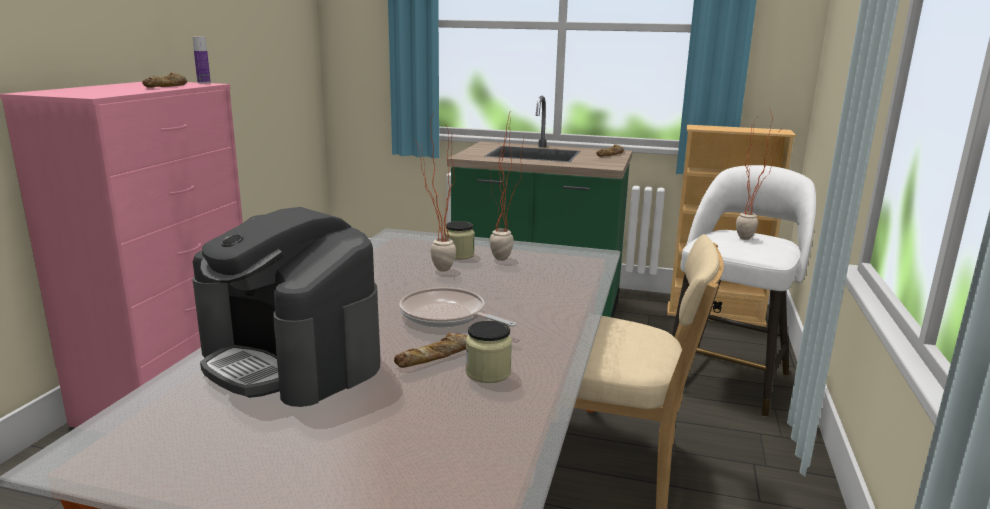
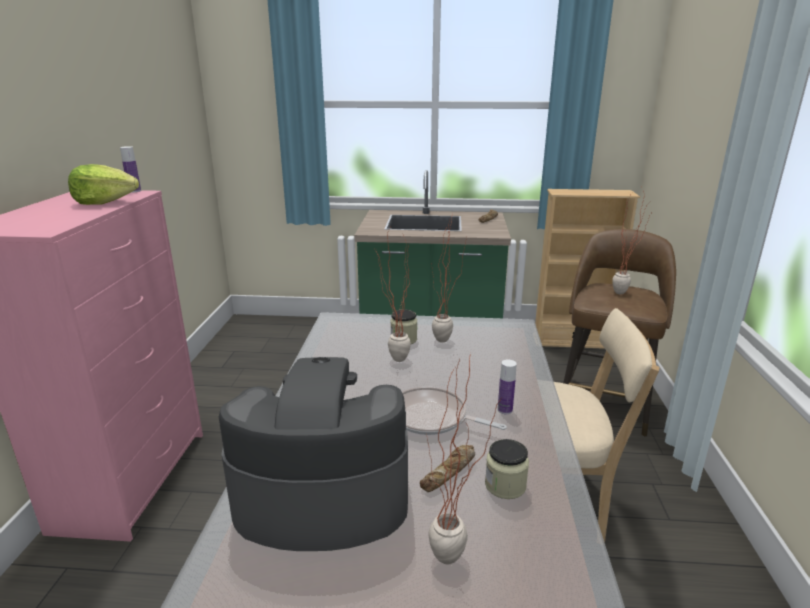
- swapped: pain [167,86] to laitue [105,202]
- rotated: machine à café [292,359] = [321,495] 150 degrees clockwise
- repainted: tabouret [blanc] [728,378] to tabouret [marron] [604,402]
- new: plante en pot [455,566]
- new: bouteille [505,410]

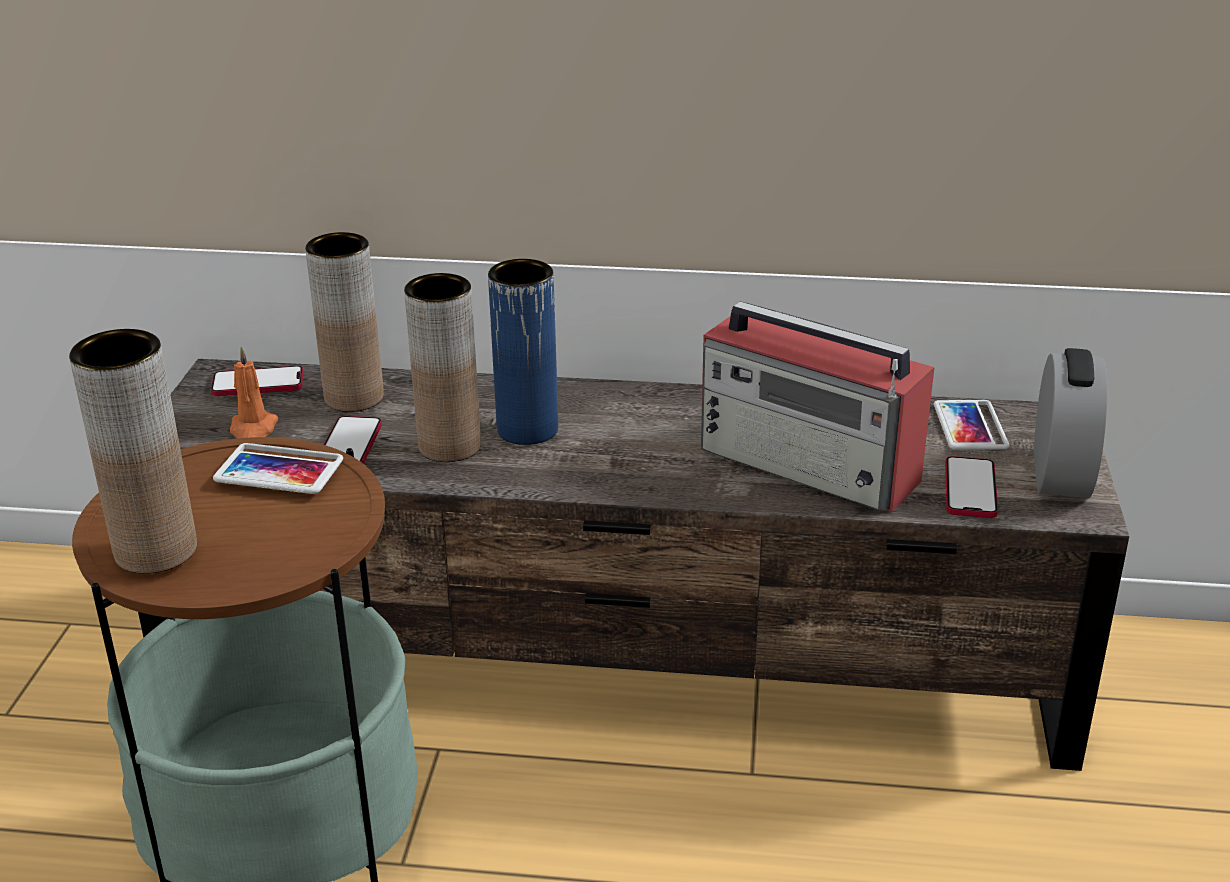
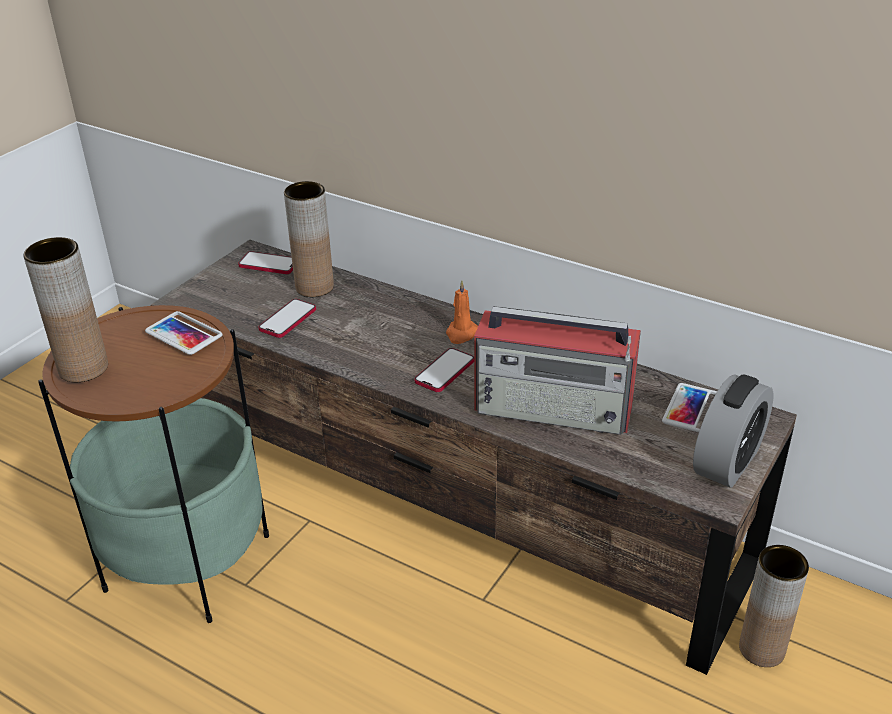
- shifted: bougie [orange] [253,429] to [461,334]
- shifted: vase [marron] [449,446] to [761,649]
- gone: vase [bleu] [527,430]
- rotated: radio [810,465] = [555,408] 45 degrees counterclockwise
- shifted: téléphone [970,490] to [445,371]

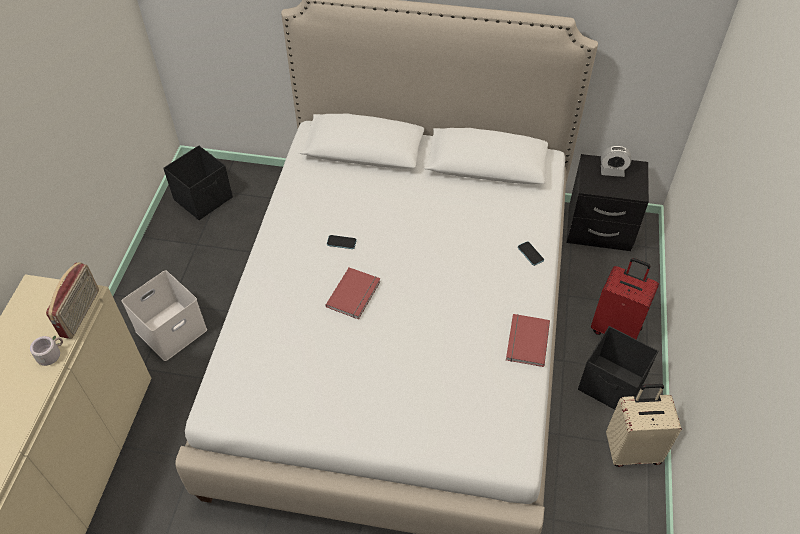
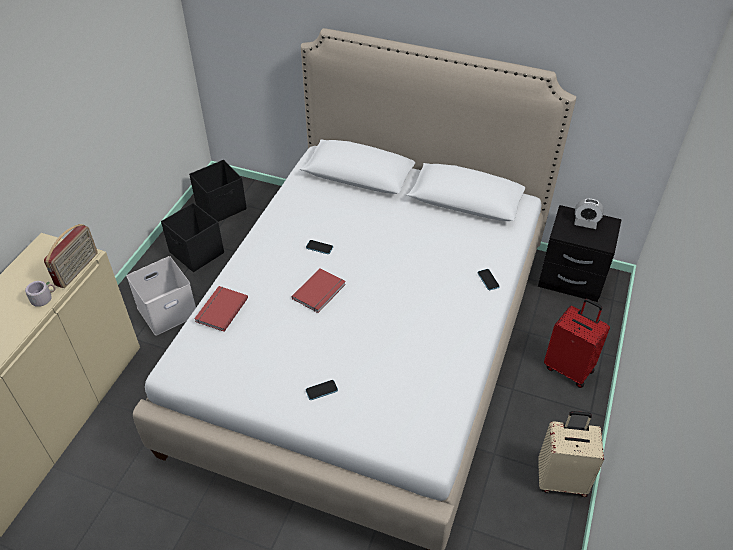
- shifted: livre [rouge] [525,341] to [220,309]
- shifted: boîte de rangement [noir] [612,385] to [197,253]
- new: téléphone [321,390]

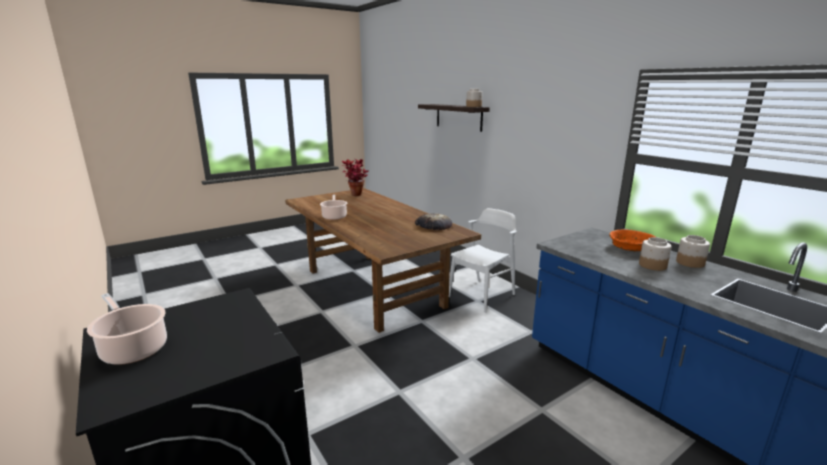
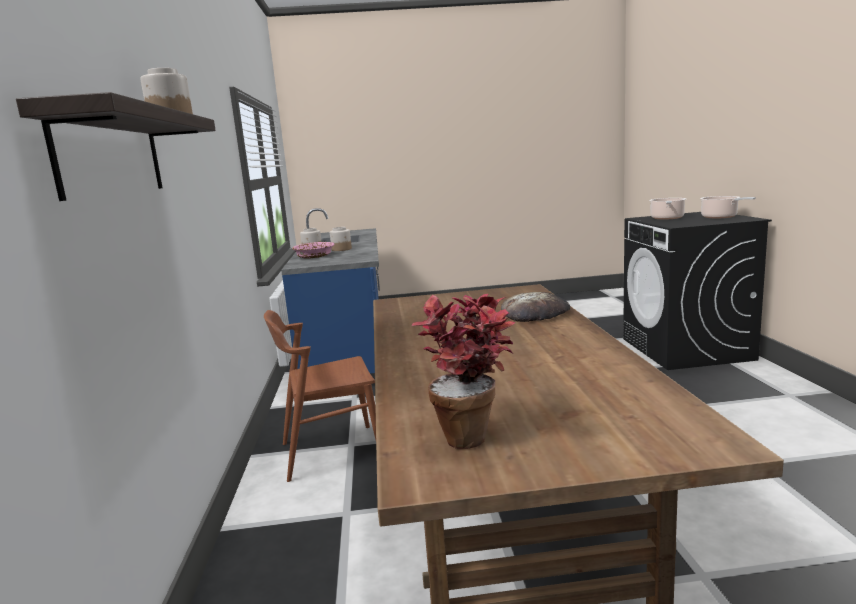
- shifted: marmite [334,216] to [667,218]
- shifted: pain [433,225] to [535,313]
- repainted: chaise [blanc] [481,295] to chaise [marron] [331,452]
- repainted: bol [orange] [631,247] to bol [rose] [314,256]

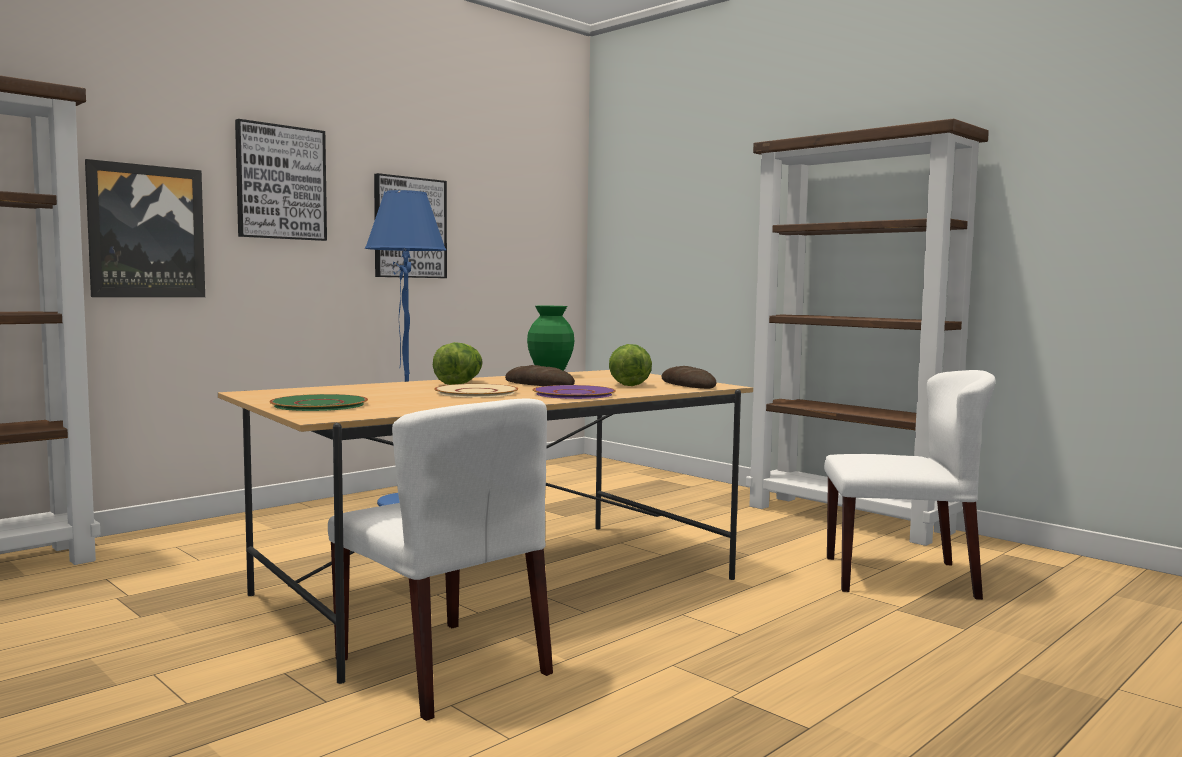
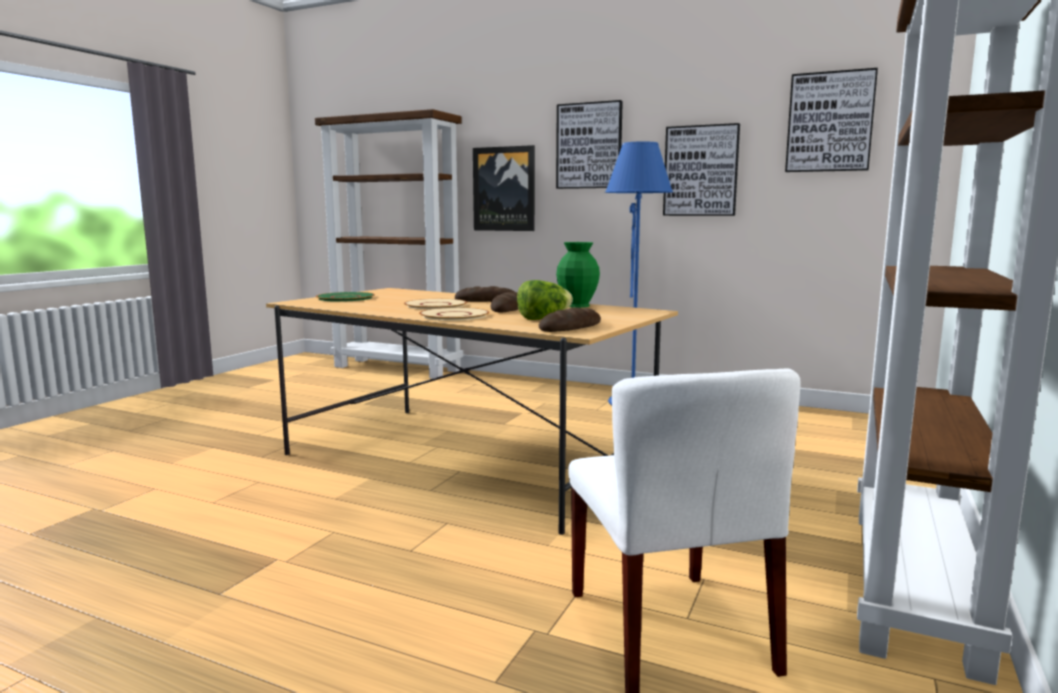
- gone: chaise [blanc] [444,667]
- swapped: laitue [460,383] to pain [486,300]
- repainted: assiette [violet] [574,394] to assiette [beige] [455,315]
- new: tableau [830,122]

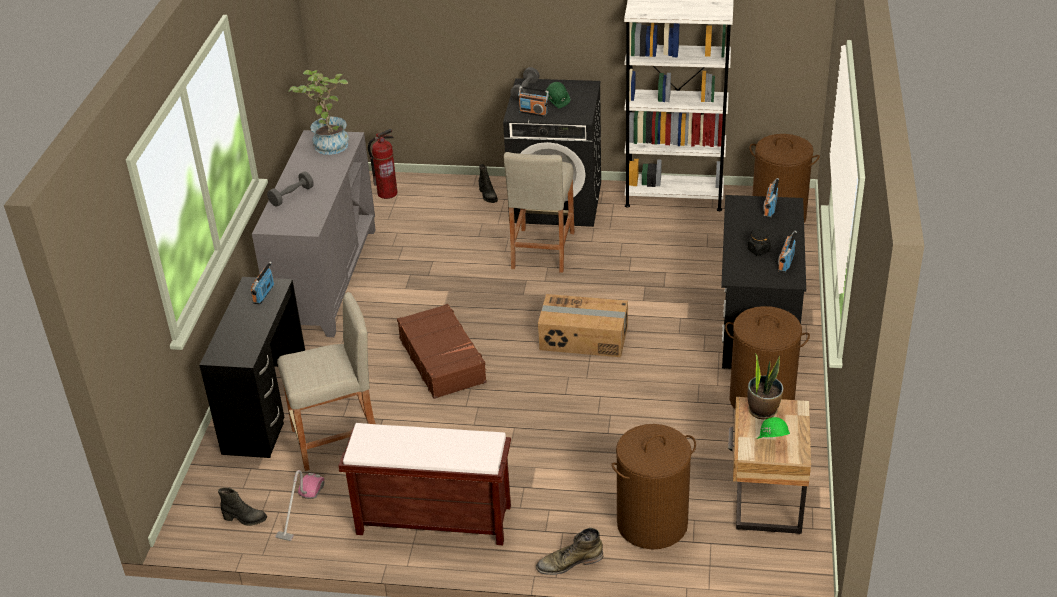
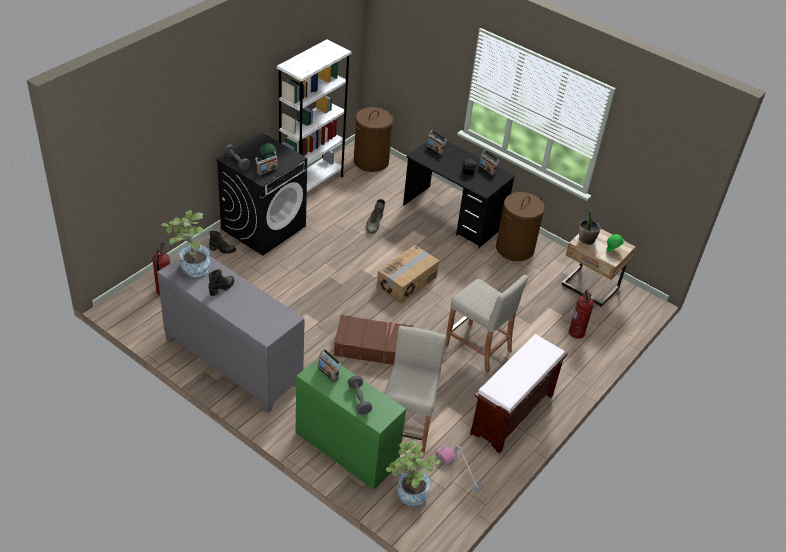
- repainted: bureau [noir] [265,409] to bureau [vert] [346,448]
- shifted: botte [noir] [245,519] to [222,288]
- shifted: haltère [gris] [291,196] to [359,399]
- shifted: tabouret [beige] [542,250] to [478,348]
- shifted: botte [vert] [569,562] to [374,224]
- swapped: panier à linge [marron] [652,524] to extincteur [576,333]
- new: plante en pot [408,495]

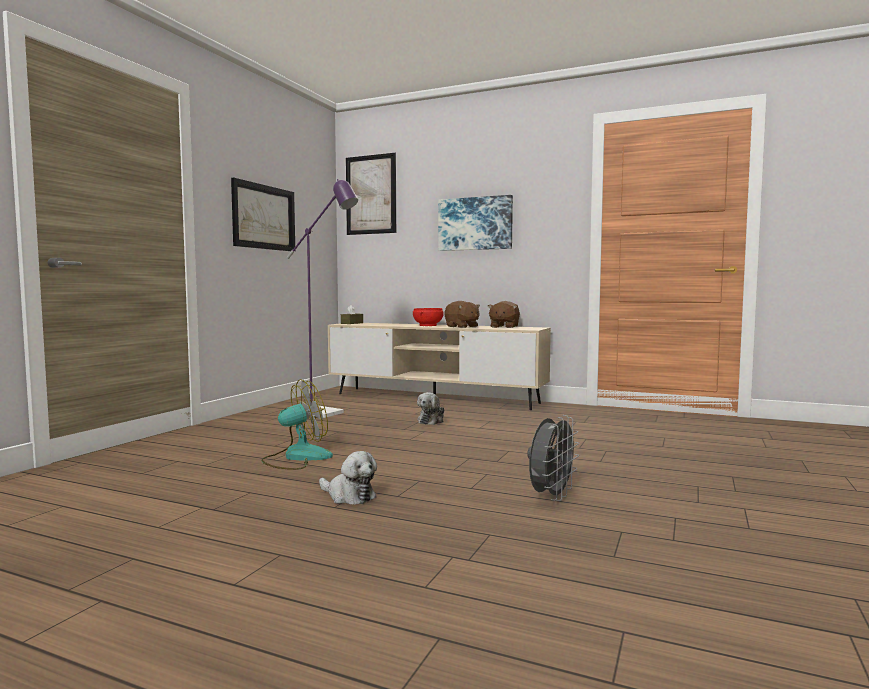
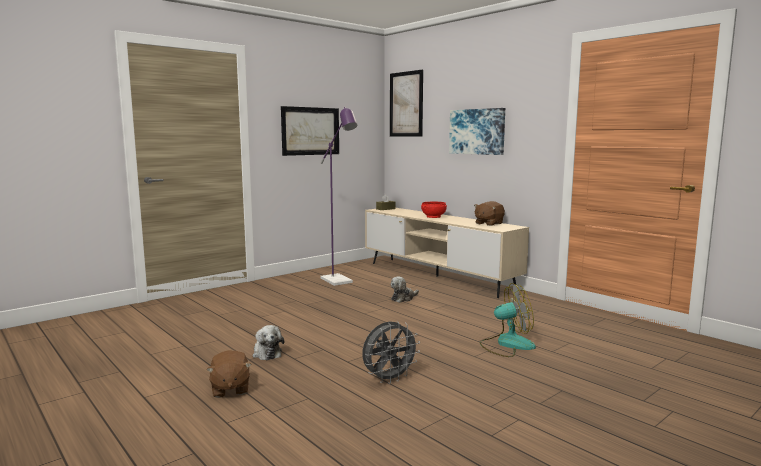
- shifted: ventilateur [297,457] to [506,344]
- shifted: peluche [marron] [462,327] to [230,389]

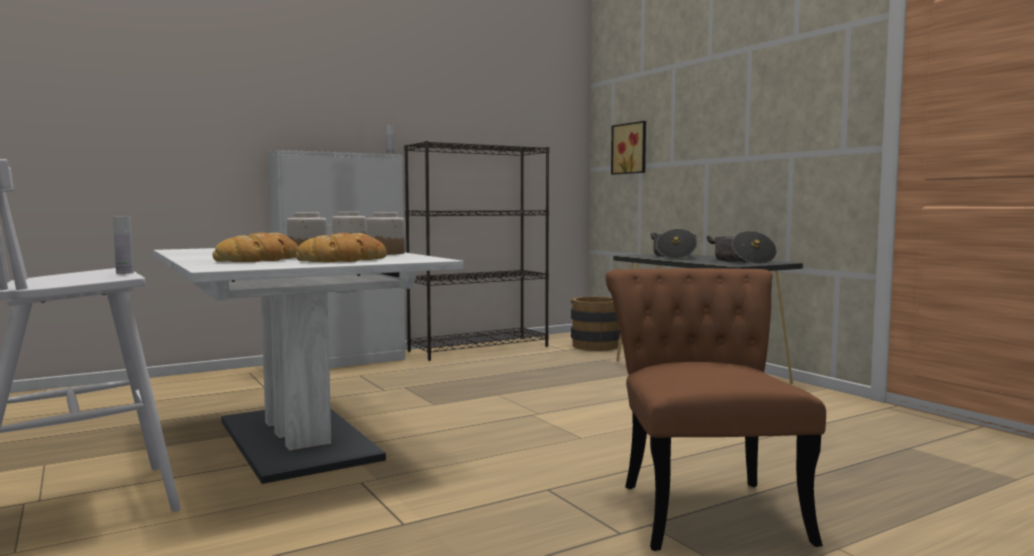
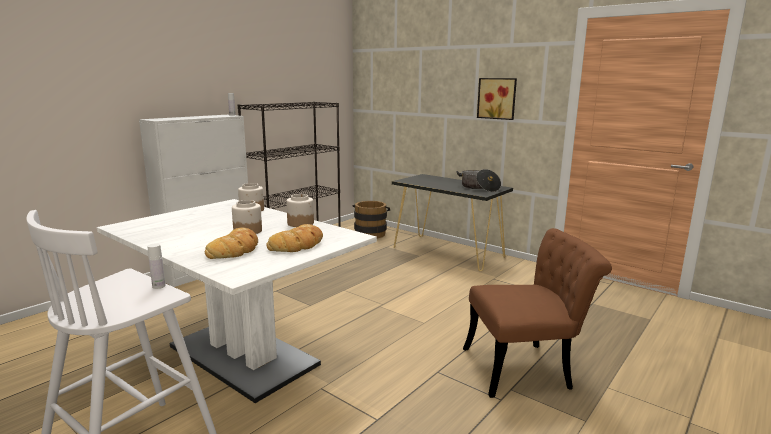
- rotated: chaise [marron] [704,505] = [527,368] 105 degrees clockwise
- shifted: tableau [630,148] to [497,98]
- gone: marmite [673,256]

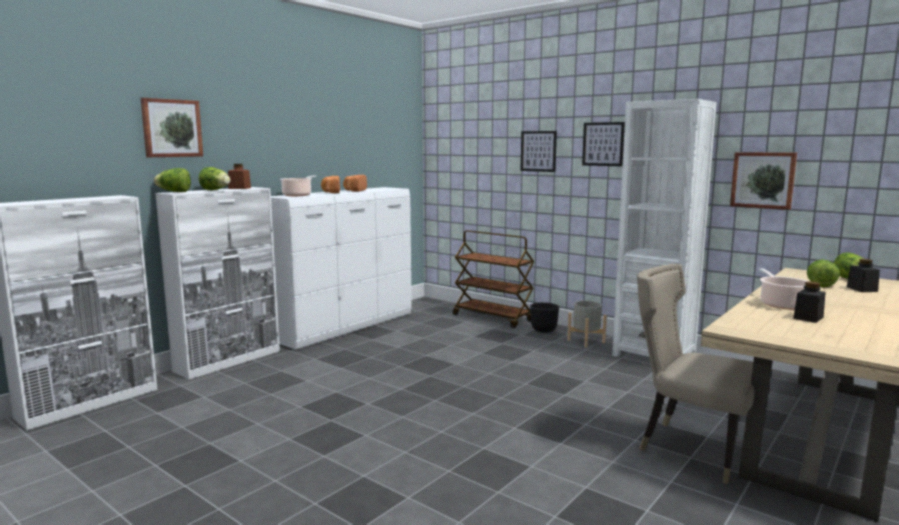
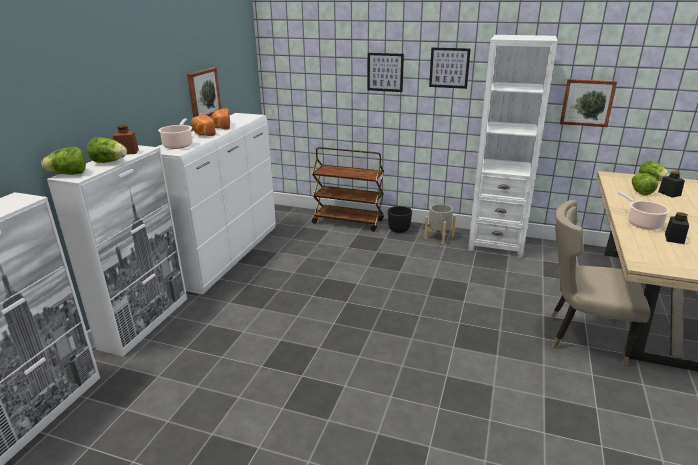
- shifted: tableau [171,128] to [203,93]

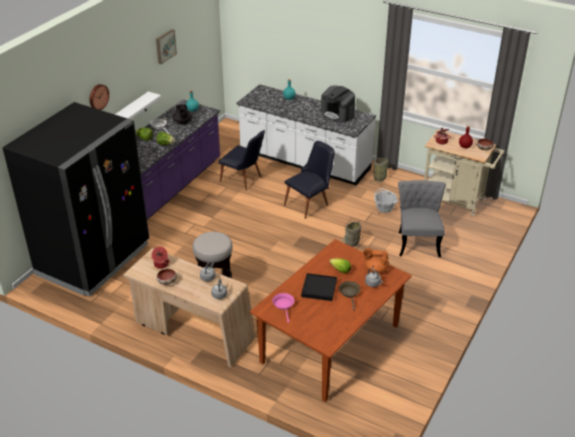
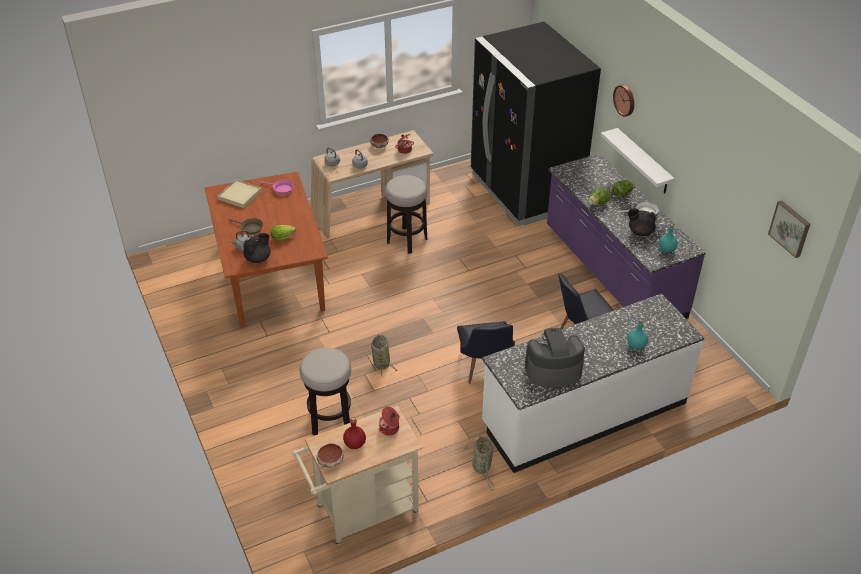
- shifted: tableau [165,46] to [790,228]
- gone: plateau [noir] [319,288]
- repainted: théière [orange] [375,269] to théière [noir] [258,258]
- gone: panier [384,208]
- swapped: chaise [gris] [417,241] to tabouret [330,420]
- new: plateau [beige] [240,195]

